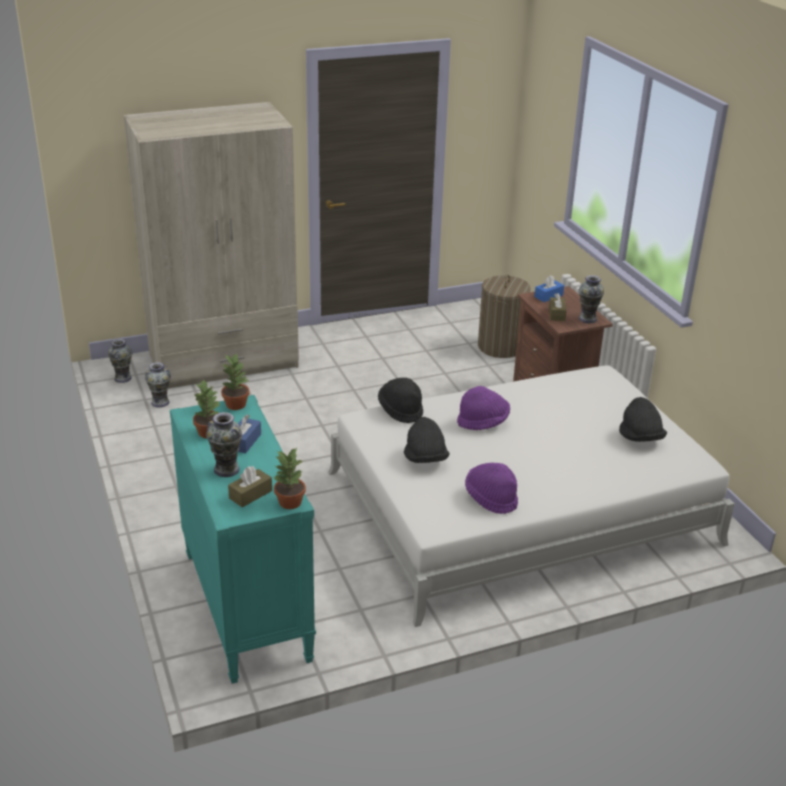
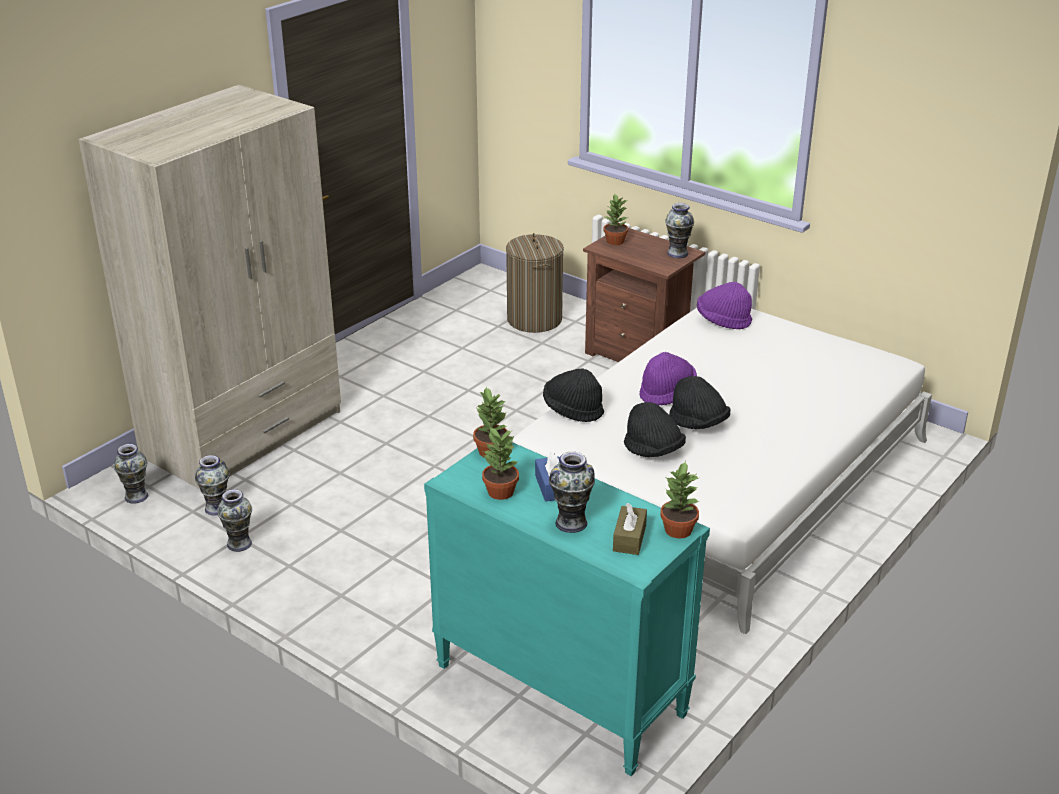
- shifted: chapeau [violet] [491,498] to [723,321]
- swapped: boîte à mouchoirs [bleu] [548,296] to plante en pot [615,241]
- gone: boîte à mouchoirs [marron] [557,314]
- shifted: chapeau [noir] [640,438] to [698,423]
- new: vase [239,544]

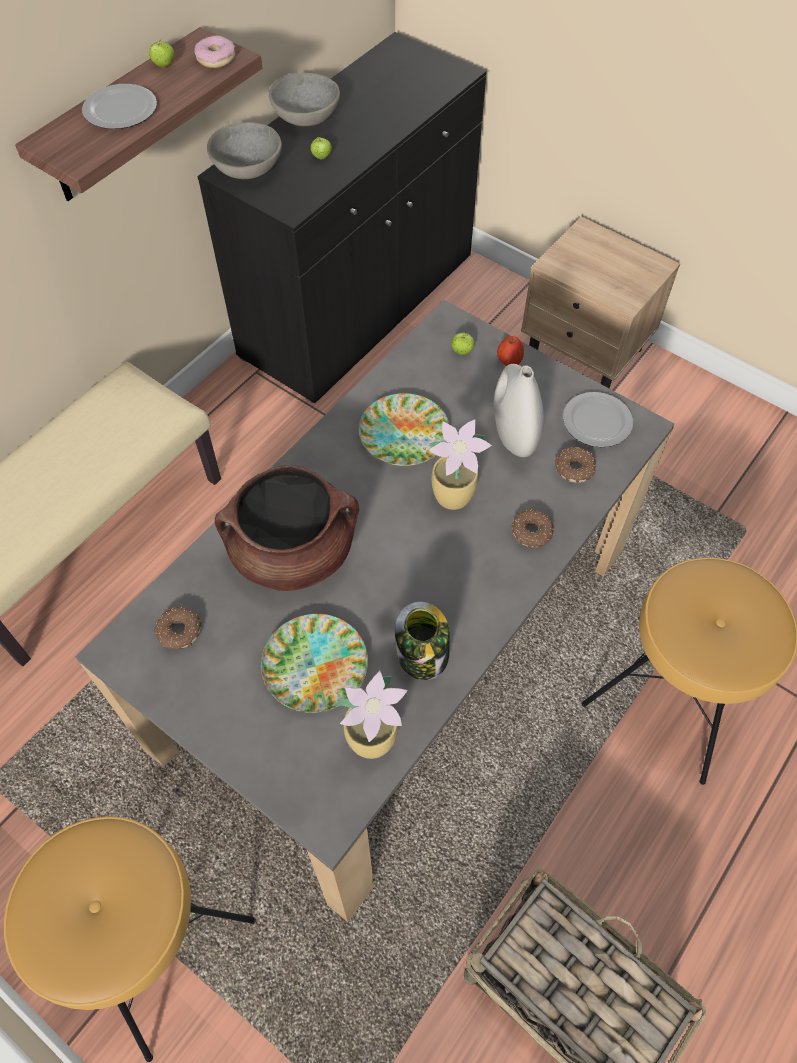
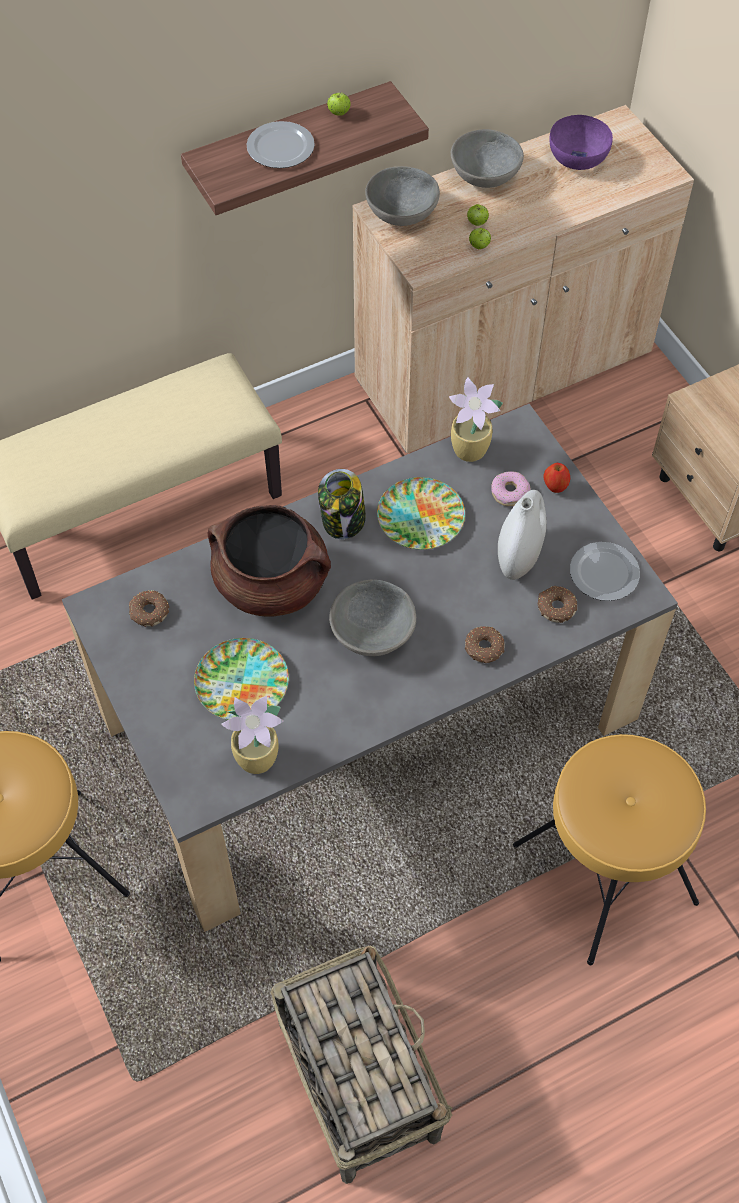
- shifted: beignet [216,58] to [510,492]
- repainted: meuble de rangement [noir] [359,306] to meuble de rangement [beige] [504,367]
- shifted: bocal [423,655] to [343,521]
- shifted: plante en pot [455,497] to [471,451]
- shifted: pomme [462,351] to [479,246]
- new: bol [gris] [373,631]
- new: bol [violet] [577,158]

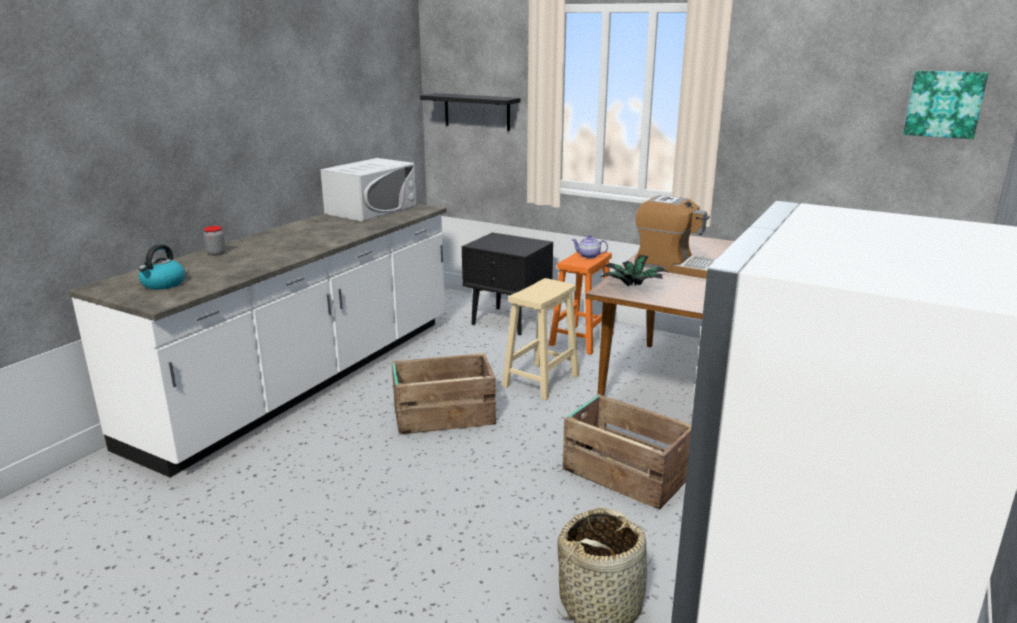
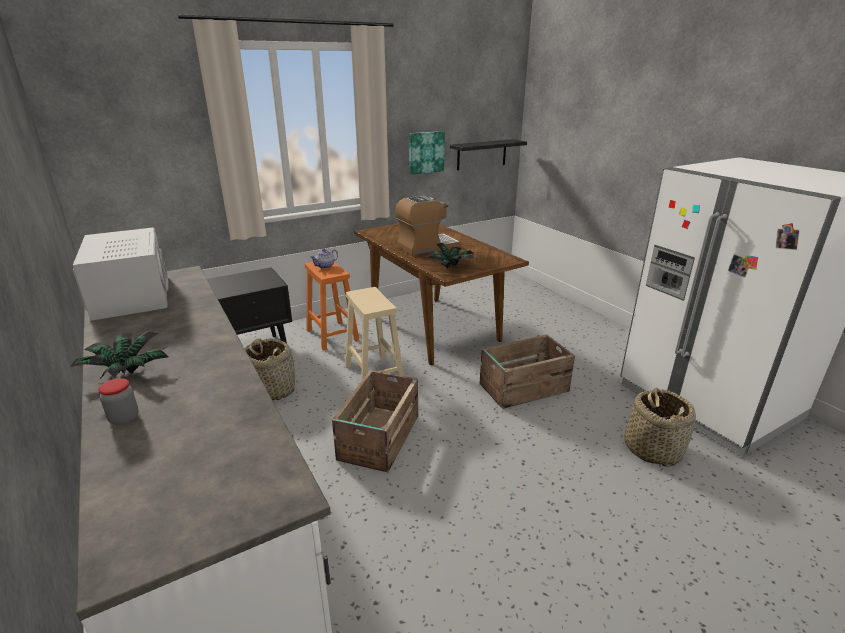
- gone: bouilloire [163,284]
- shifted: étagère [noir] [477,111] to [481,154]
- shifted: tableau [944,104] to [425,152]
- new: plante en pot [125,372]
- new: panier [272,390]

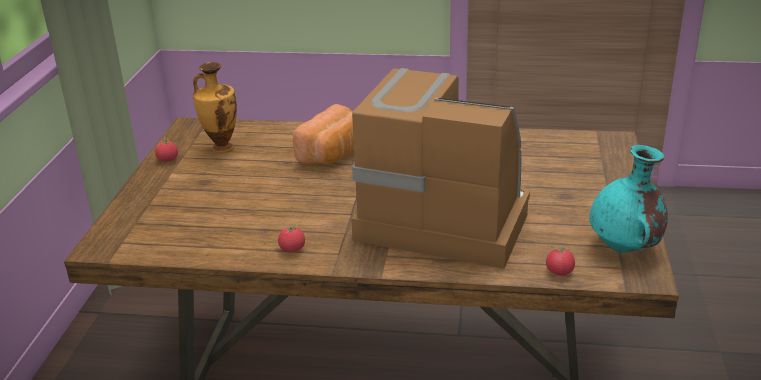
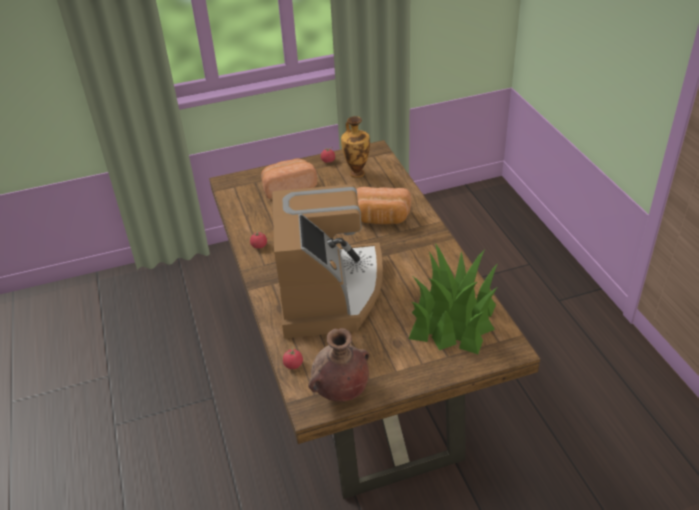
- repainted: vase [turquoise] [625,249] to vase [marron] [340,391]
- new: pain [288,187]
- new: plante en pot [452,320]

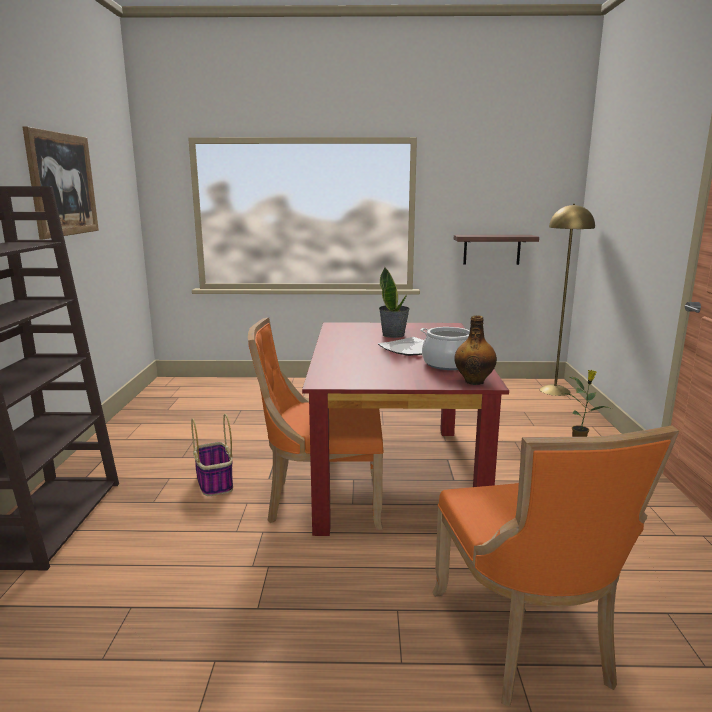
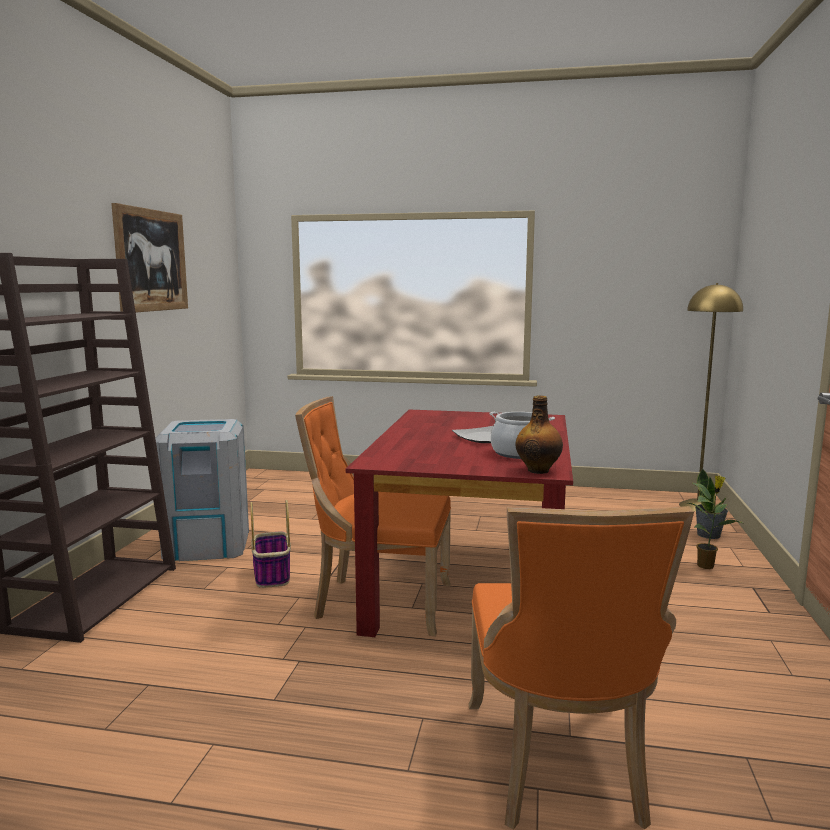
- shifted: plante en pot [393,335] to [709,535]
- gone: étagère [491,249]
- new: poubelle [gris] [207,544]

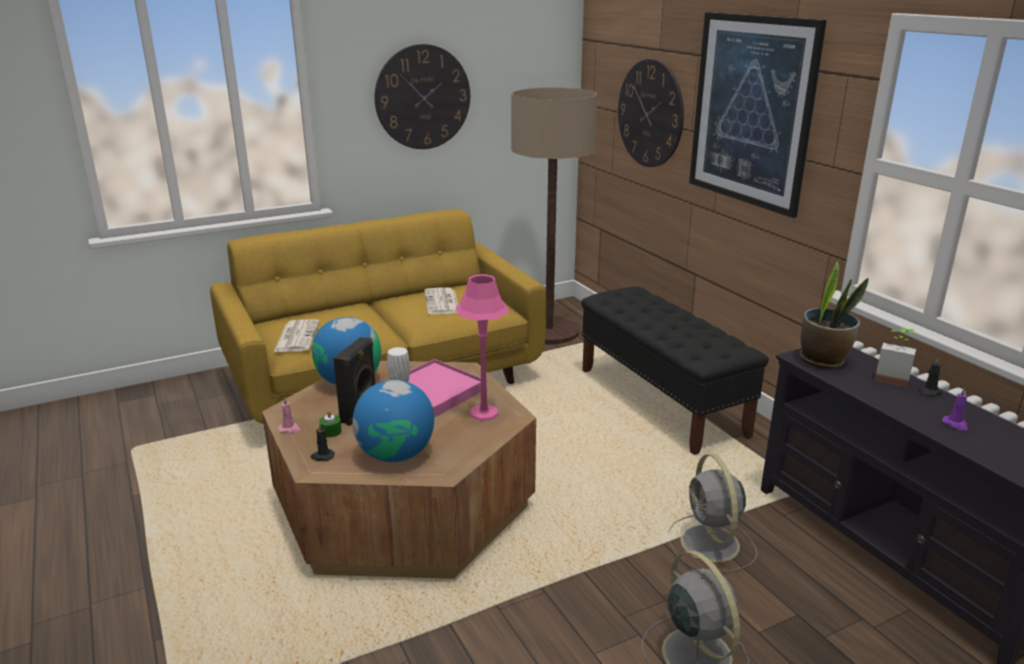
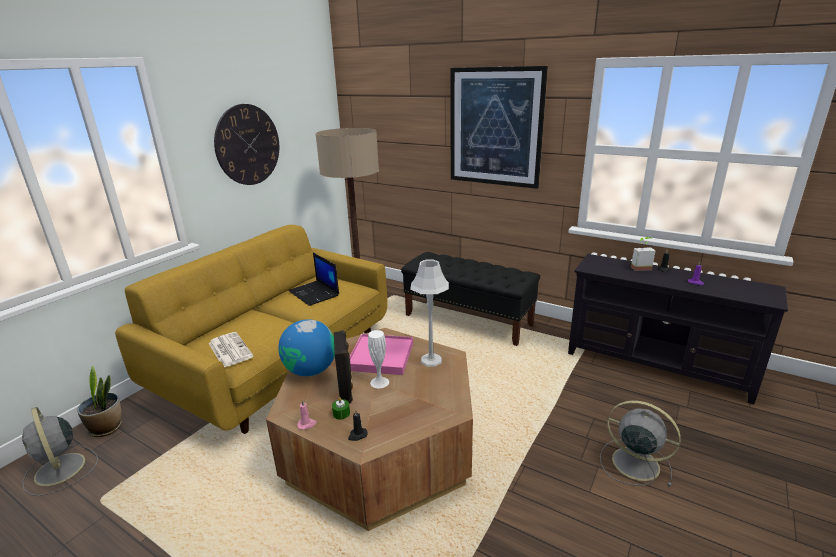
- gone: globe [396,454]
- swapped: journal [442,302] to ordinateur portable [314,293]
- repainted: lampe de table [rose] [483,413] to lampe de table [gris] [431,360]
- gone: horloge murale [650,113]
- shifted: ventilateur [gris] [711,545] to [60,470]
- shifted: plante en pot [823,360] to [107,428]

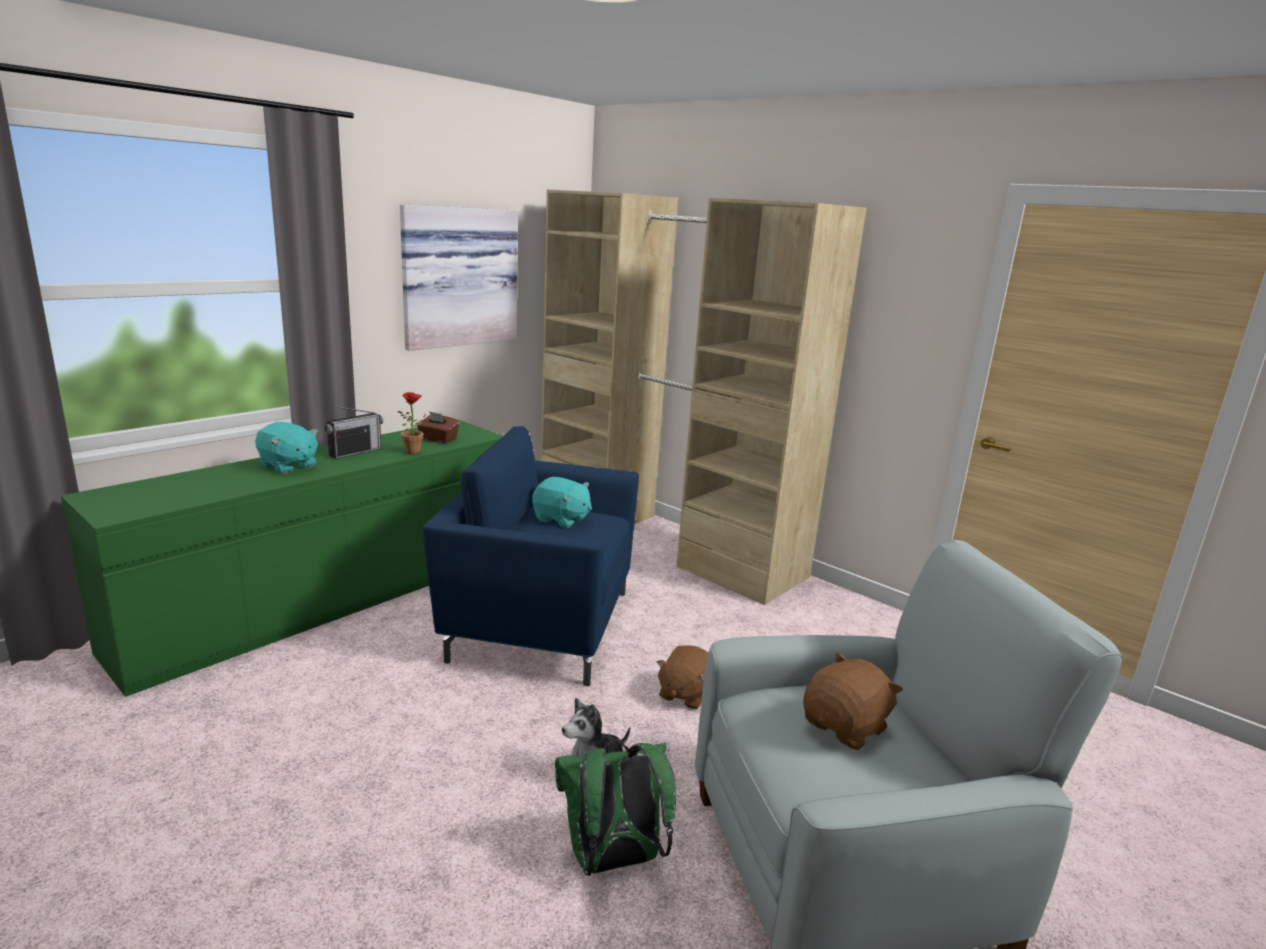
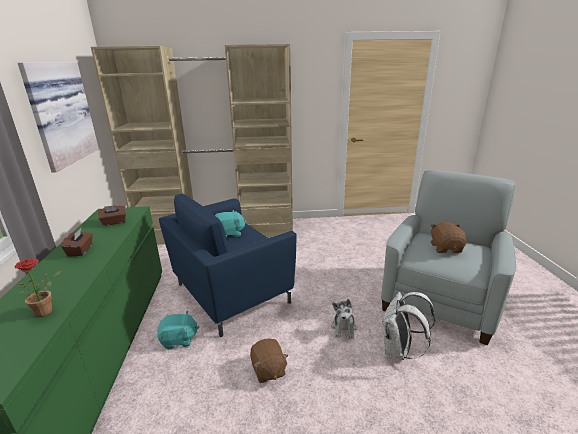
- shifted: peluche [turquoise] [288,466] to [179,340]
- swapped: radio [355,452] to boîte à mouchoirs [marron] [81,250]
- shifted: plante en pot [416,452] to [48,310]
- repainted: sac à dos [vert] [612,861] to sac à dos [blanc] [399,350]
- shifted: peluche [marron] [684,693] to [268,370]

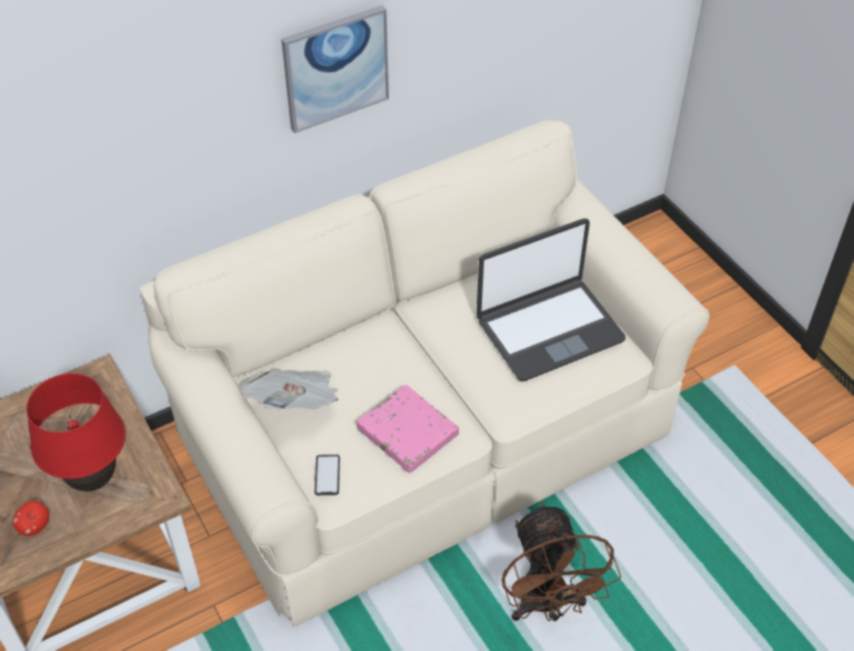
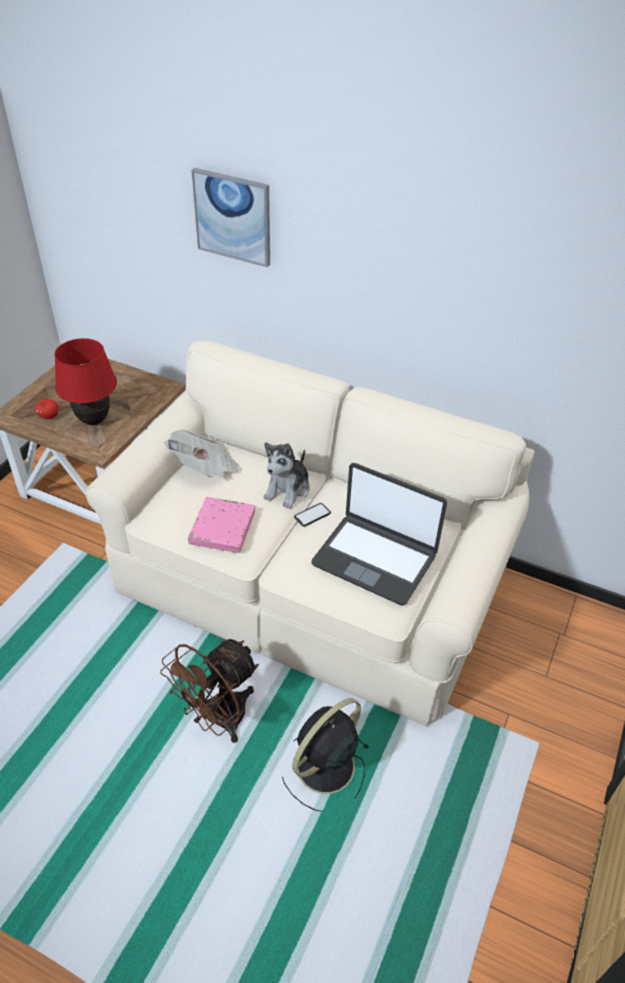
- shifted: tableau [335,68] to [233,217]
- shifted: téléphone [327,475] to [312,515]
- new: peluche [288,490]
- new: ventilateur [noir] [323,768]

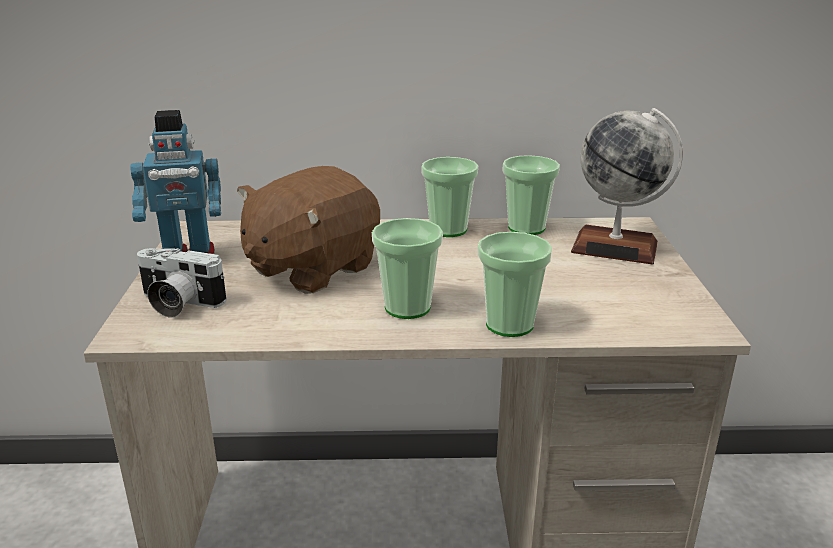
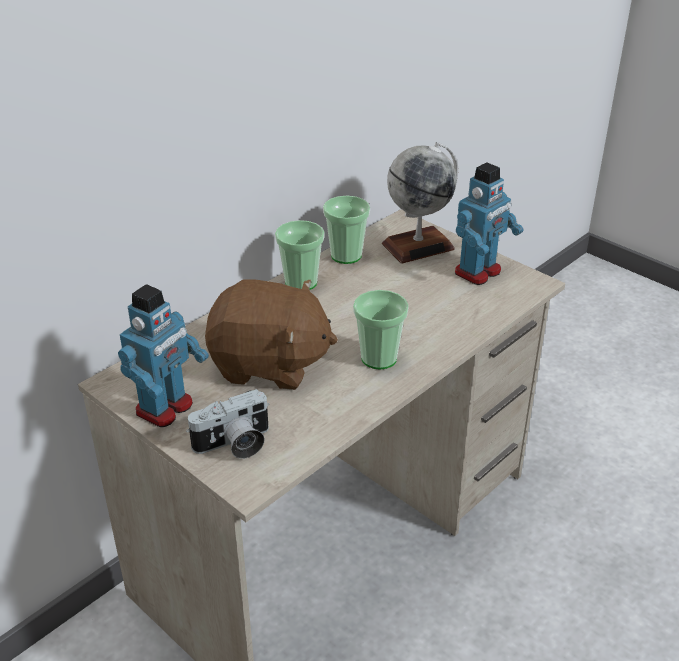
- rotated: peluche [marron] [311,268] = [269,365] 75 degrees counterclockwise
- gone: tasse [509,324]
- new: robot jouet [479,272]

